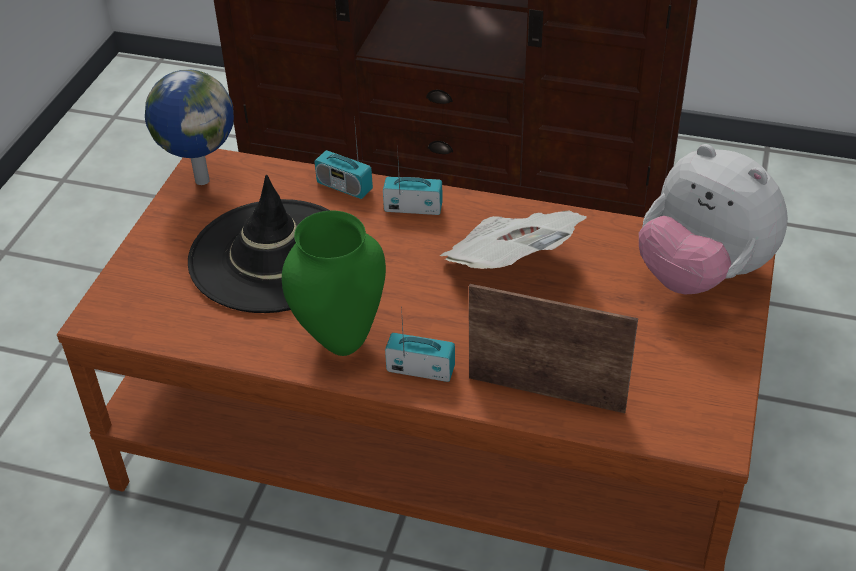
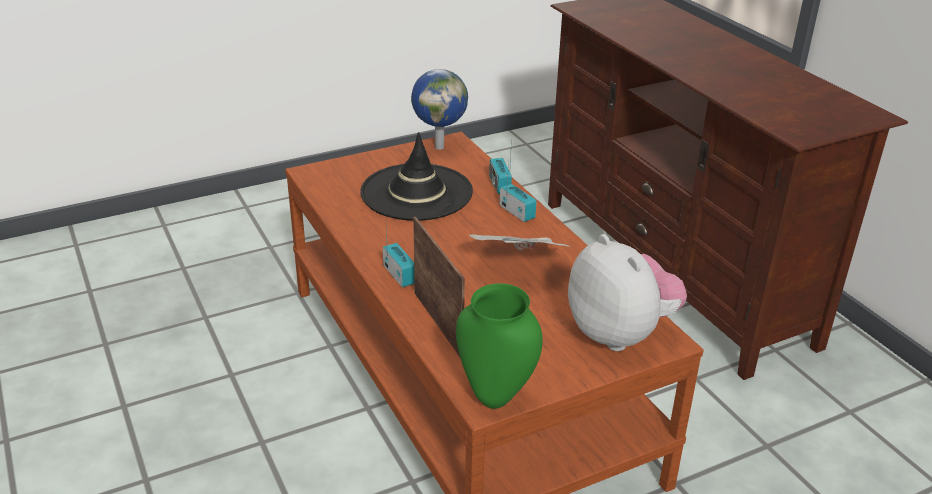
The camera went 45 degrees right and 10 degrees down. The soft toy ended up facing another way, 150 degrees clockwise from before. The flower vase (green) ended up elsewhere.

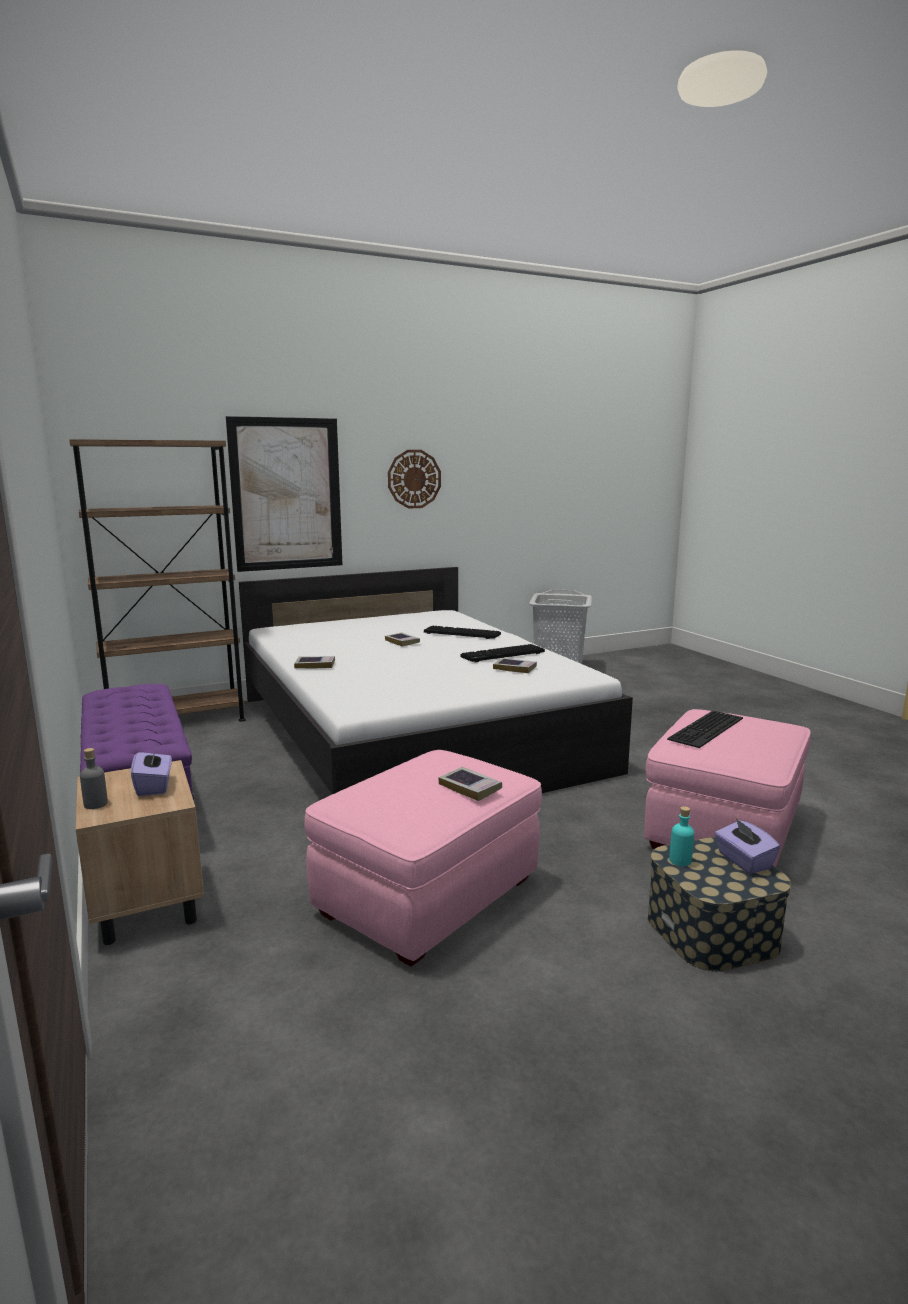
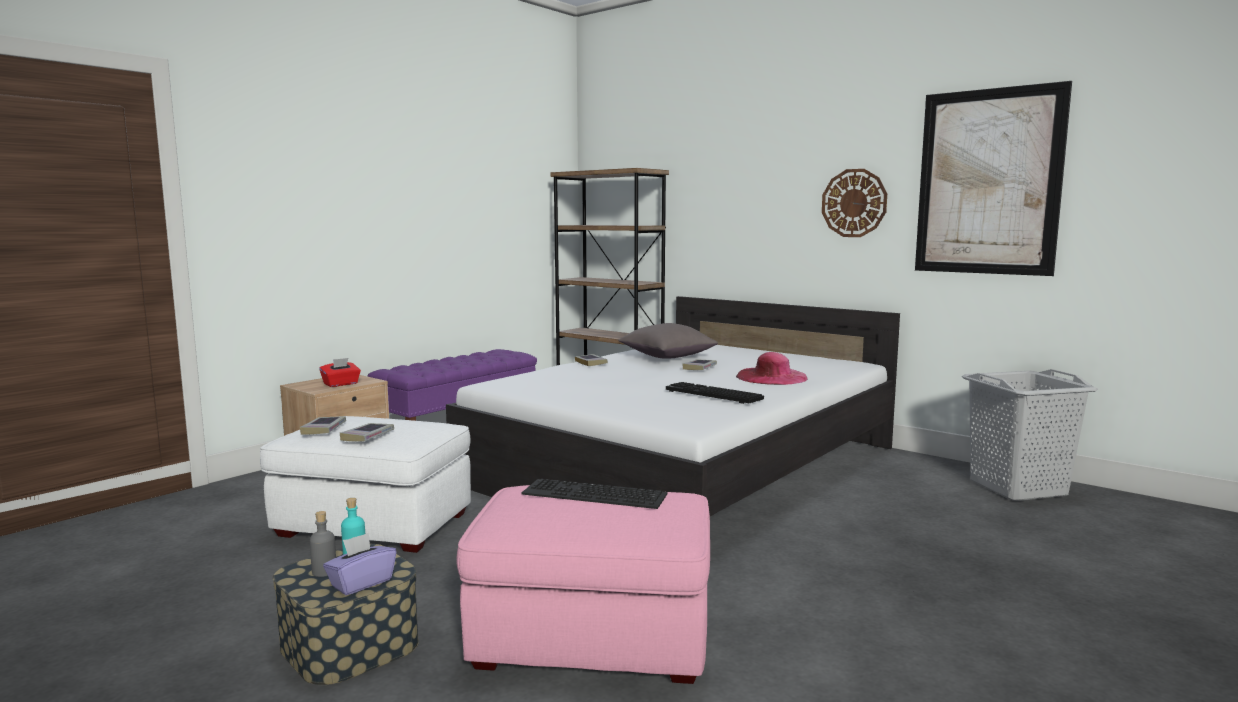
The camera went 65 degrees right and 5 degrees down. The wall picture ended up elsewhere. Where the computer keyboard (1st from left) stood, the clothing hat (pink) came to stand. The bound book (4th from left in the first image) ended up elsewhere. What was the tissue box (purple-coloured) (1st from left) turned into the tissue box (red). The beverage bottle (gray) ended up elsewhere. What was the footrest (pink) (1st from left) turned into the footrest (white-coloured). The second view gained the pillow (gray).

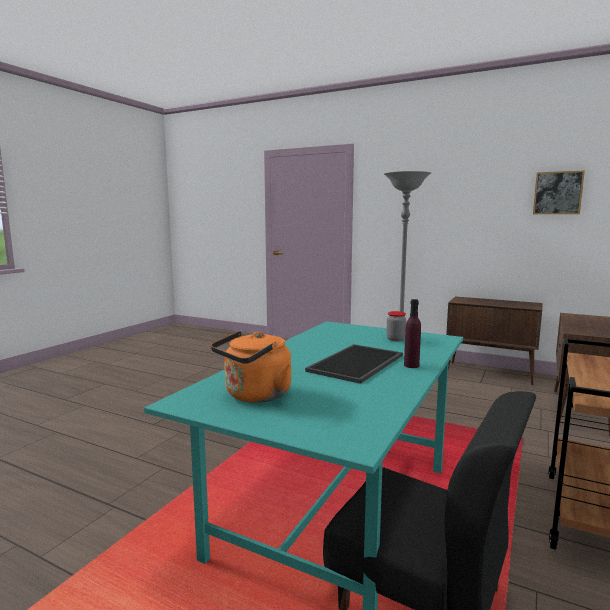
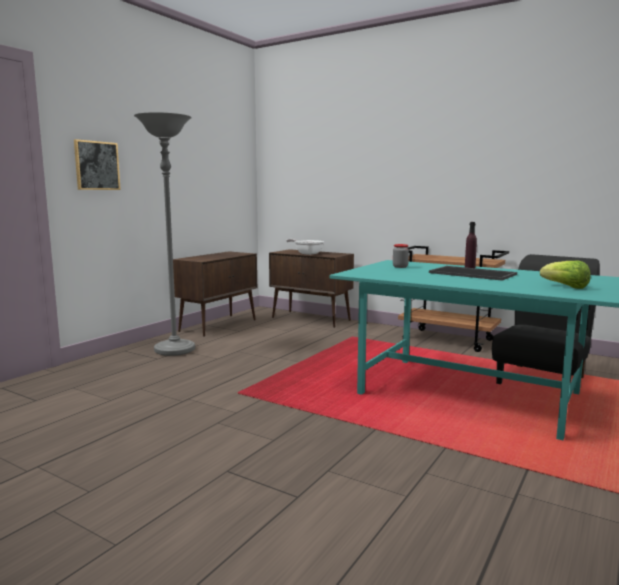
The camera went 85 degrees left and 0 degrees up. The wall picture ended up elsewhere. Where the water kettle (orangey) stood, the head of lettuce came to stand. The second view gained the pan.

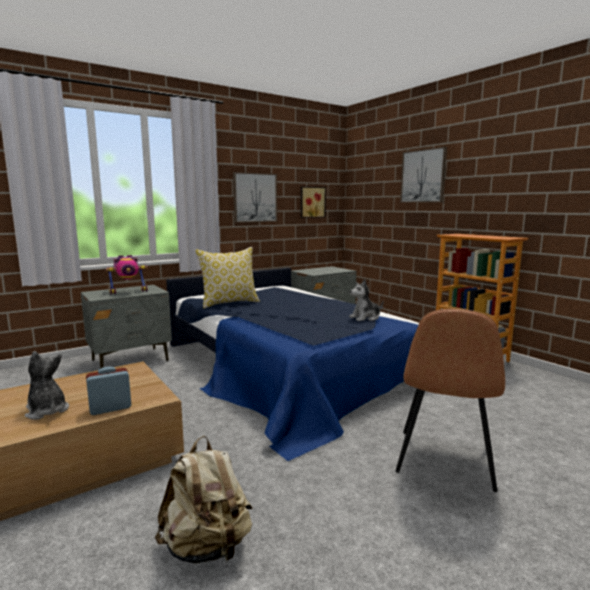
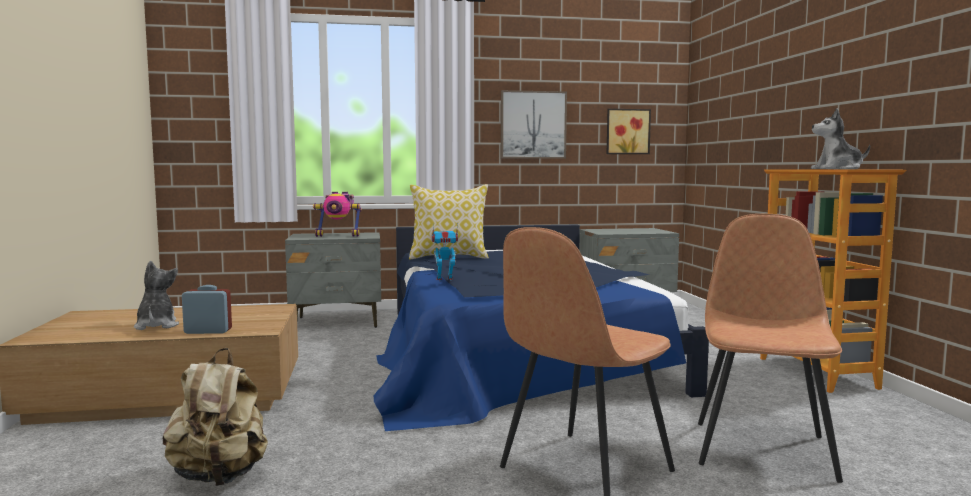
The camera went 25 degrees right and 5 degrees down. The second view lost the wall picture (3rd from left). The soft toy (2nd from left) ended up elsewhere. The second view gained the plain chair (brown-coloured) (2nd from left). The second view gained the model robot (2nd from left).

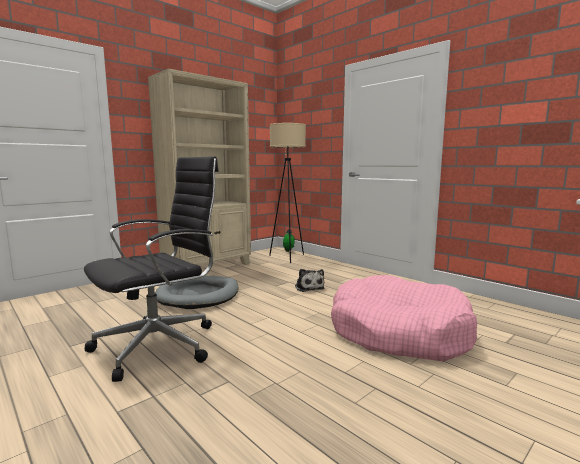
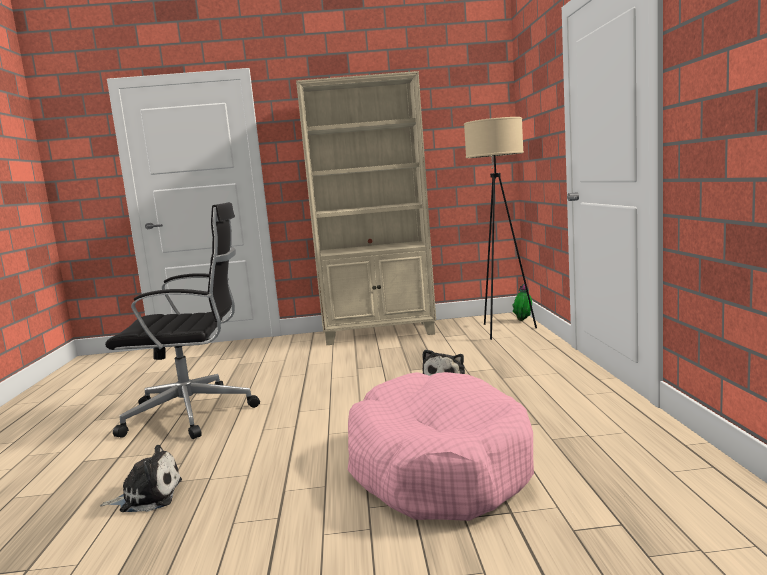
The camera went 40 degrees right and 0 degrees up. The second view lost the dog cushion (gray). The second view gained the soft toy (1st from left).

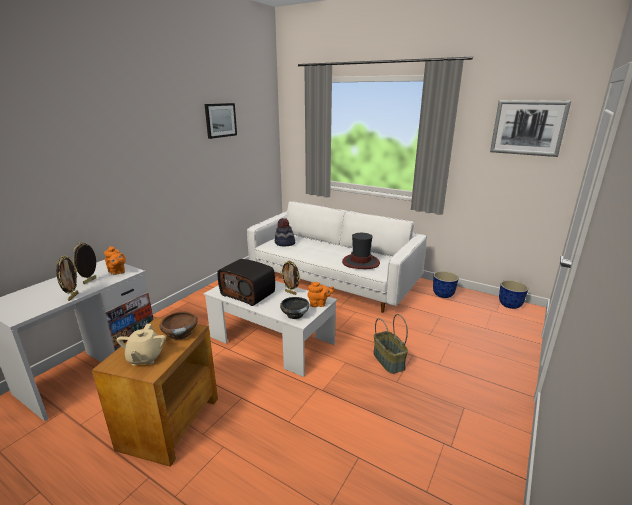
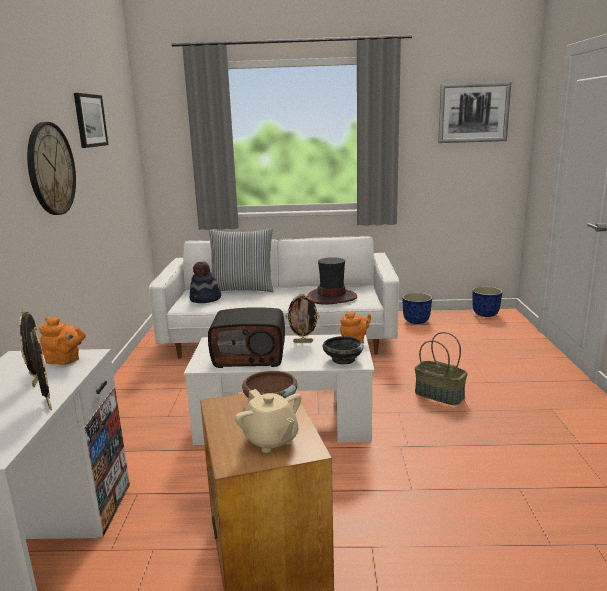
The camera went 30 degrees left and 5 degrees down. The second view gained the hanging clock. The second view gained the pillow.

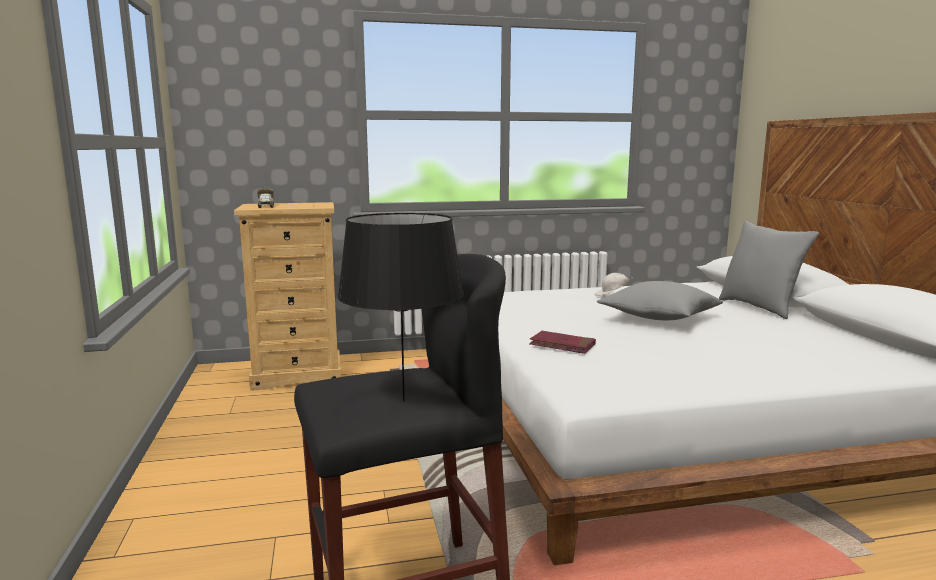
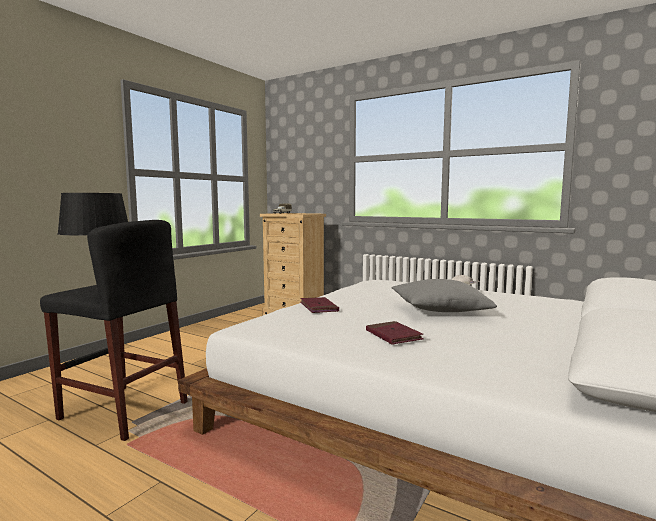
The camera went 45 degrees right and 5 degrees down. The second view lost the pillow (gray) (2nd from left). The second view gained the bound book (red) (2nd from left).

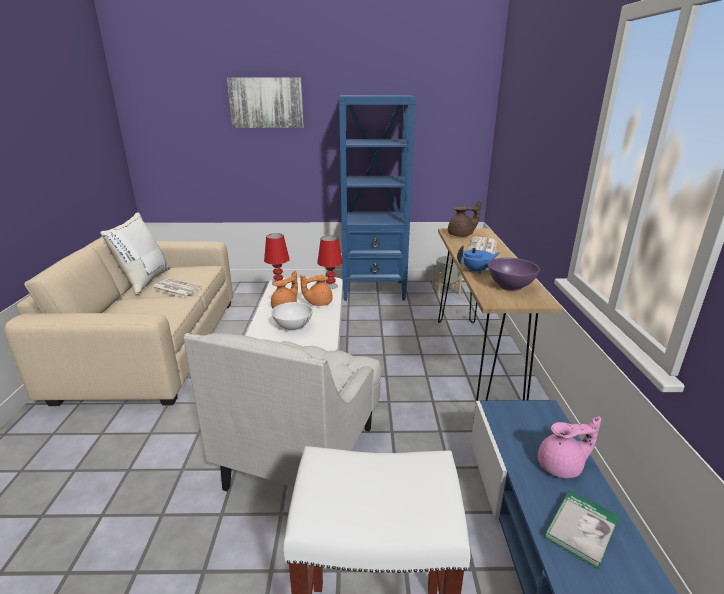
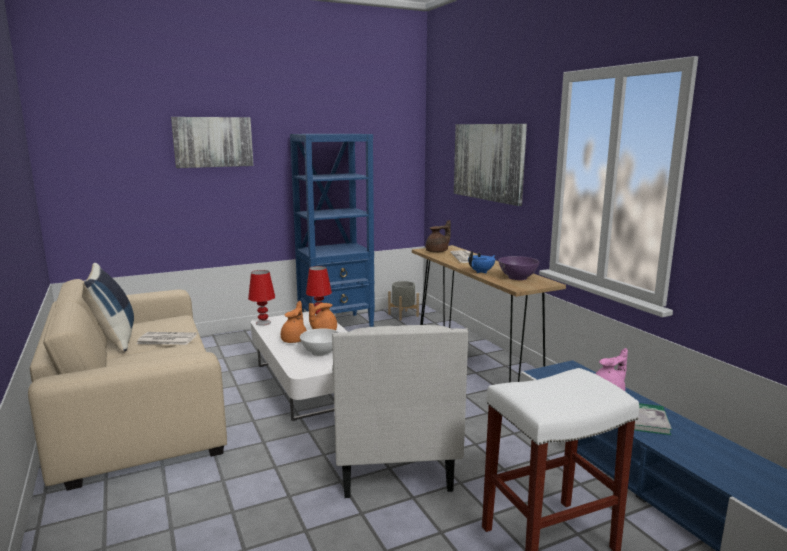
The camera went 25 degrees left and 10 degrees down. What was the pillow (white-coloured) turned into the pillow (blue). The second view gained the wall picture (2nd from left).

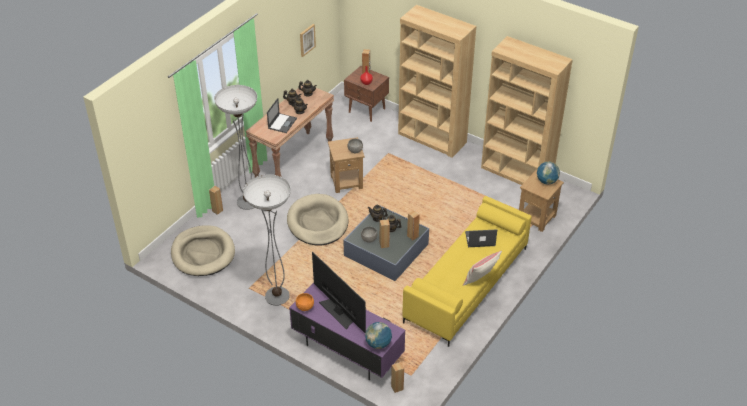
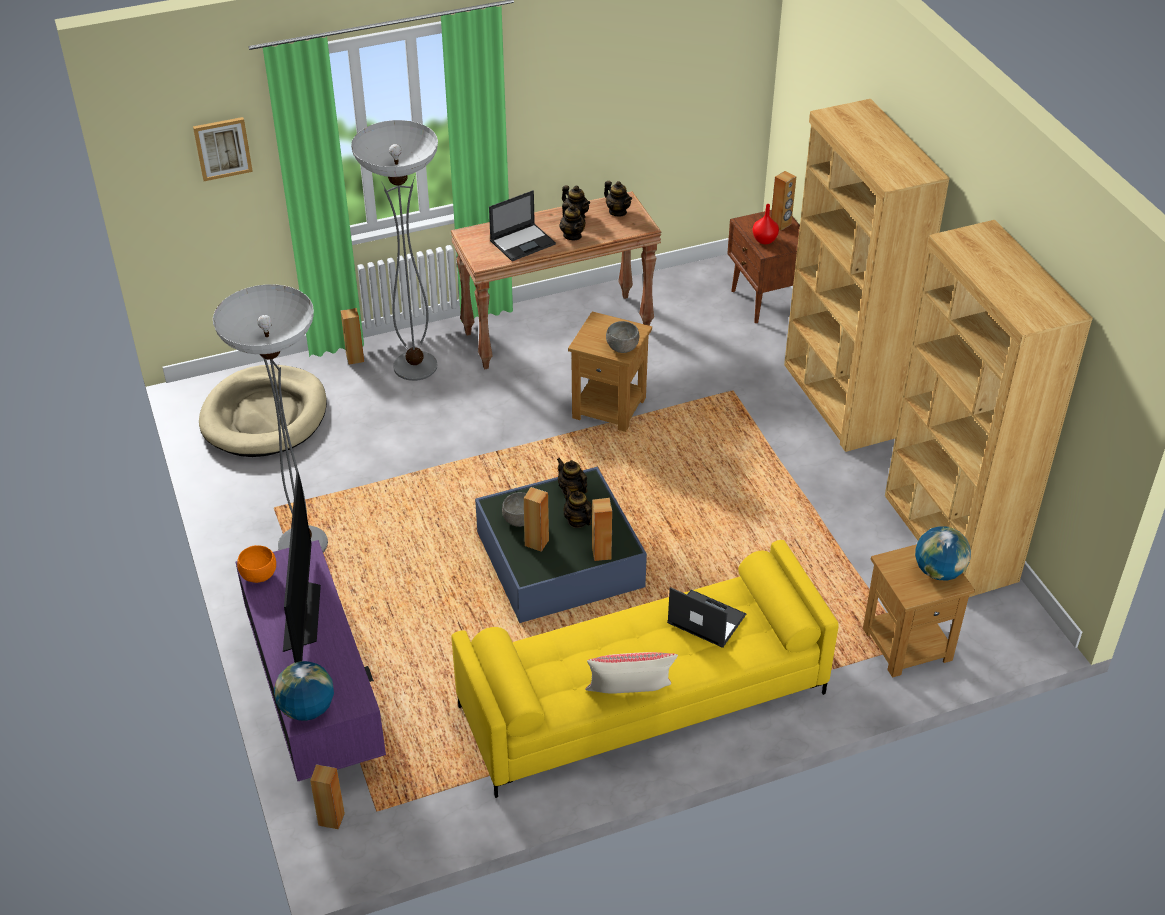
The camera went 35 degrees right and 0 degrees up. The wall picture ended up elsewhere. The second view lost the dog cushion (beige-coloured) (2nd from left).

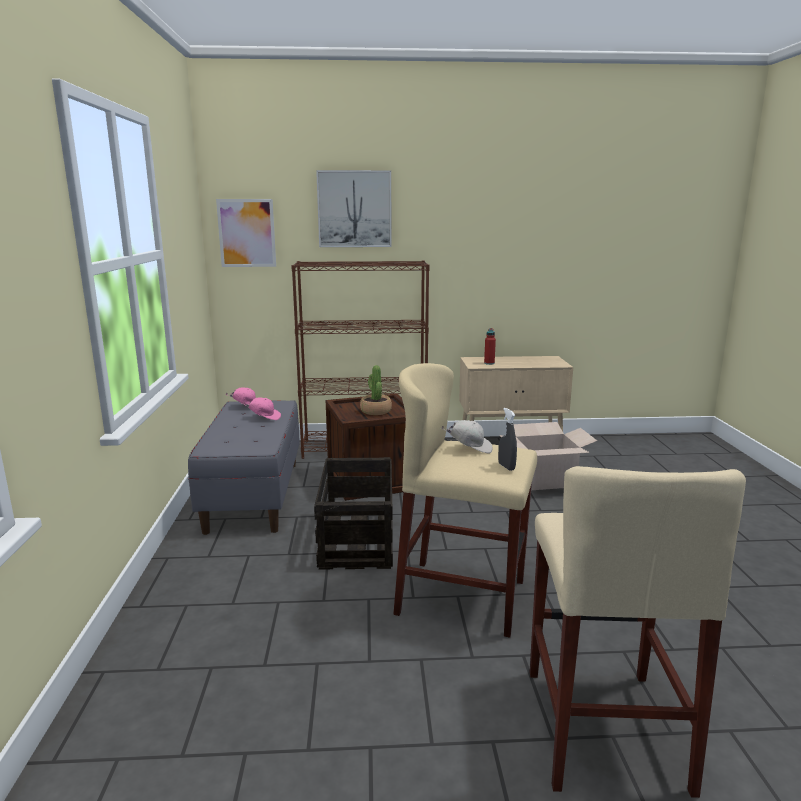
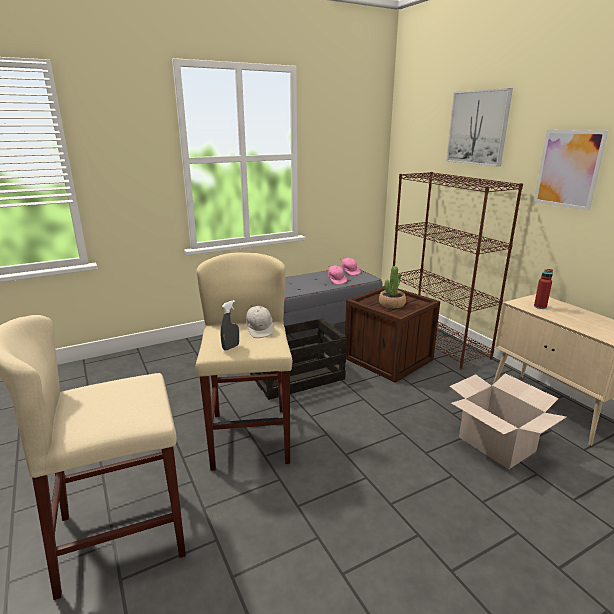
The camera went 65 degrees right and 5 degrees up. The wall picture (1st from left in the first image) ended up elsewhere.

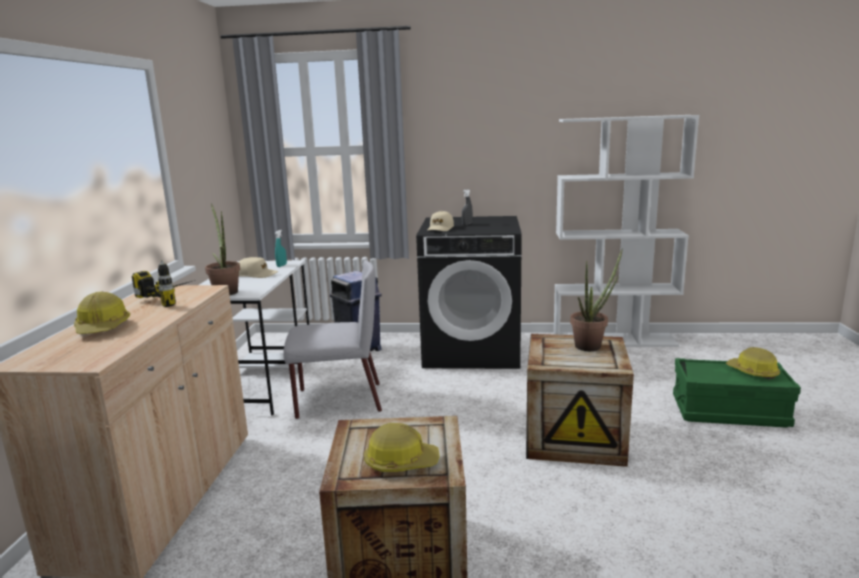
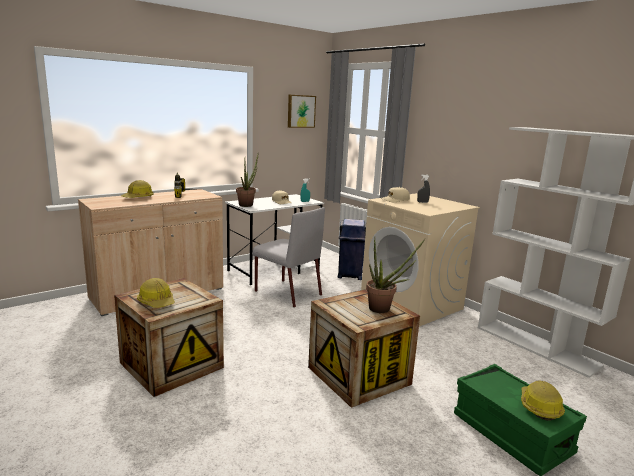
The camera went 45 degrees right and 0 degrees up. What was the laundry machine (black-coloured) turned into the laundry machine (beige-coloured). The second view gained the wall picture.

